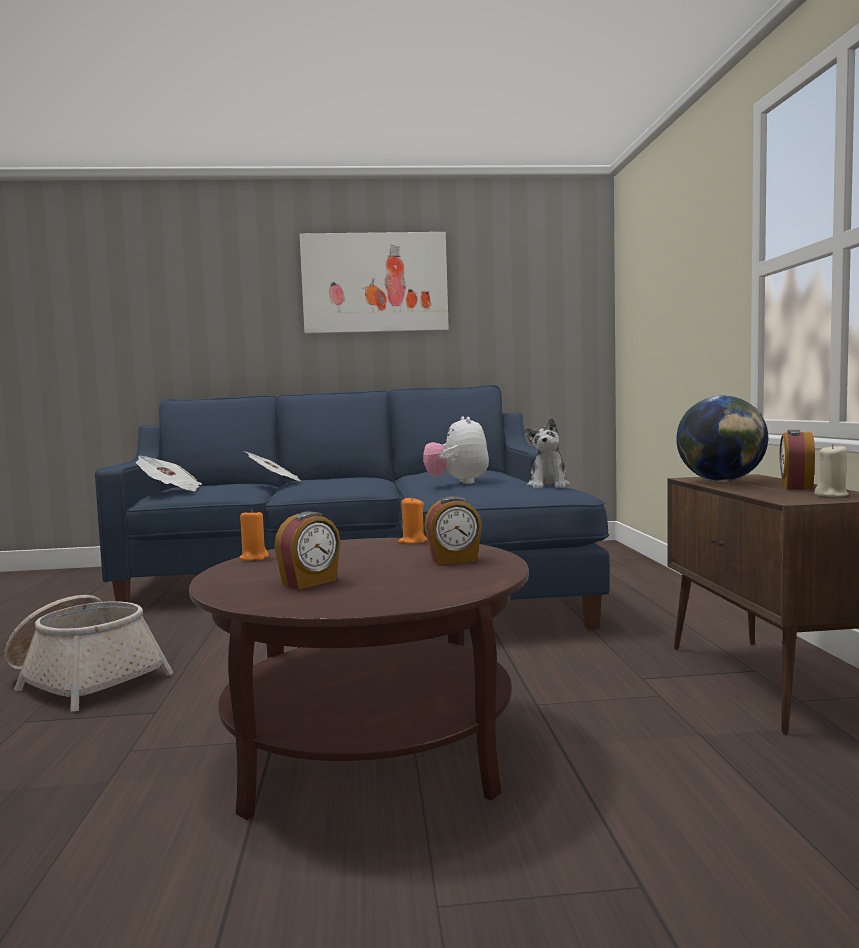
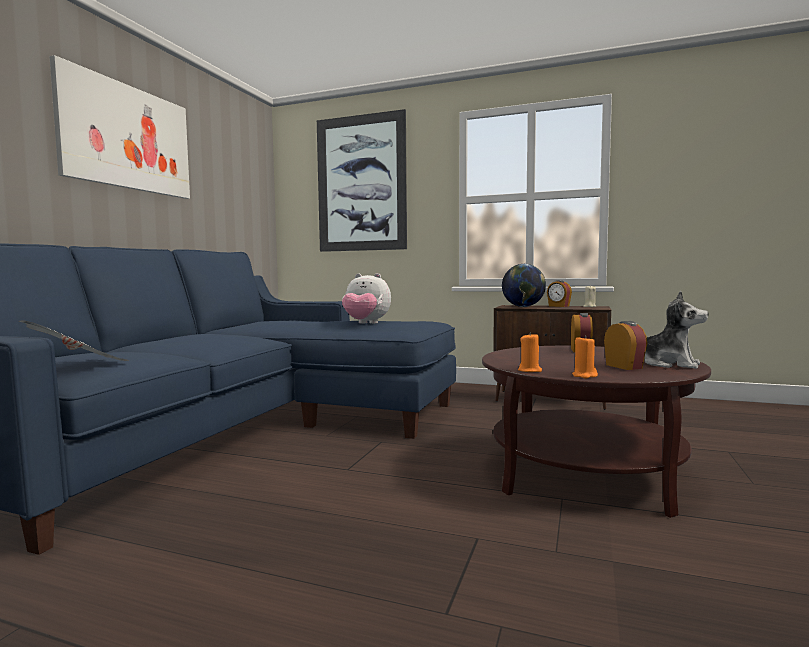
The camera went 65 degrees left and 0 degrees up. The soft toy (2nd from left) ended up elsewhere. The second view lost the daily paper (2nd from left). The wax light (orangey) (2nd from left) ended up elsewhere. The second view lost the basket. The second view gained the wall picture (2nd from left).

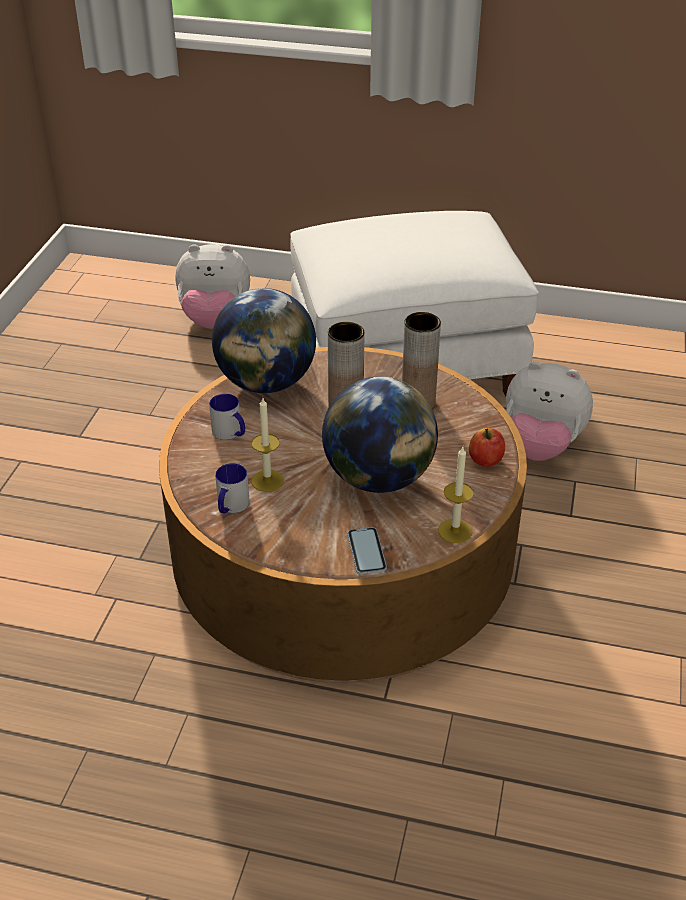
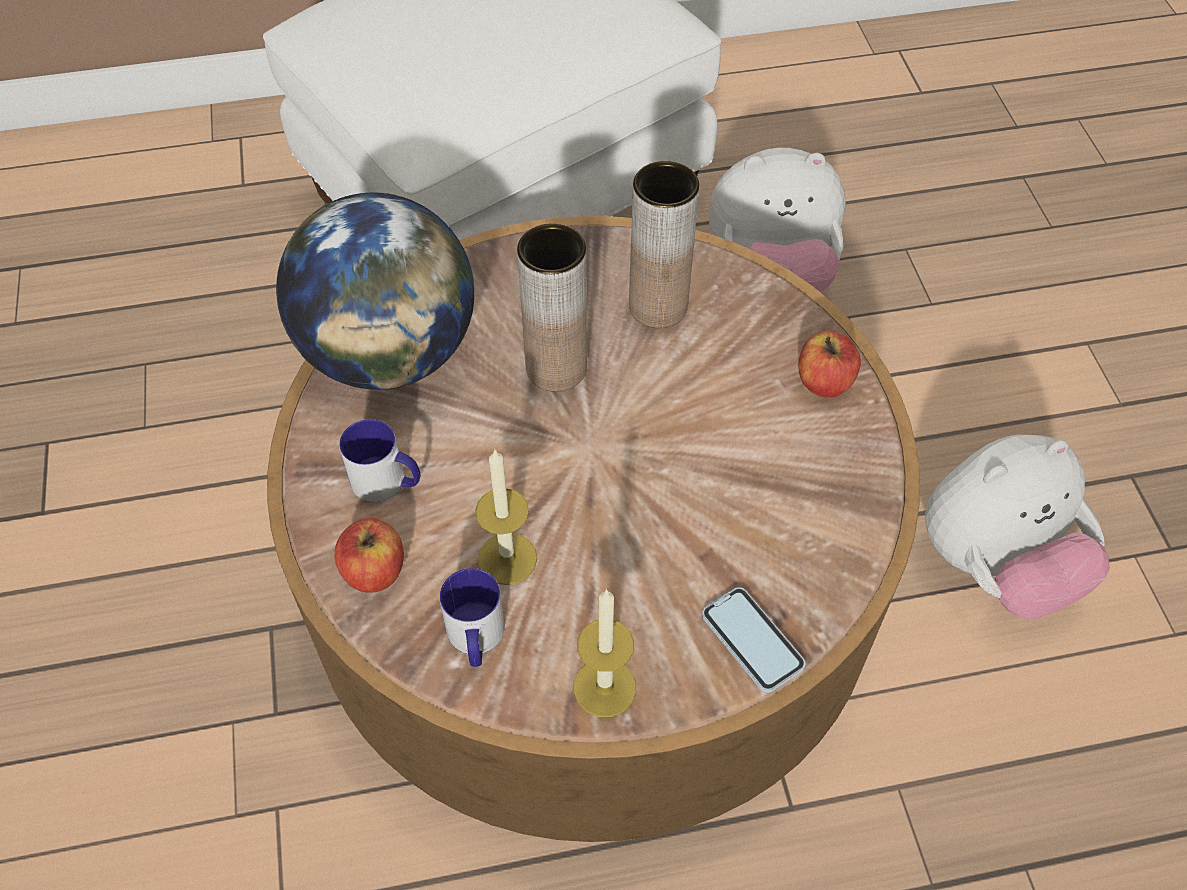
The camera went 25 degrees left and 15 degrees up. The soft toy (1st from left in the first image) ended up elsewhere. The second view lost the globe (2nd from left). The wax light (2nd from left) ended up elsewhere. The second view gained the apple fruit (1st from left).

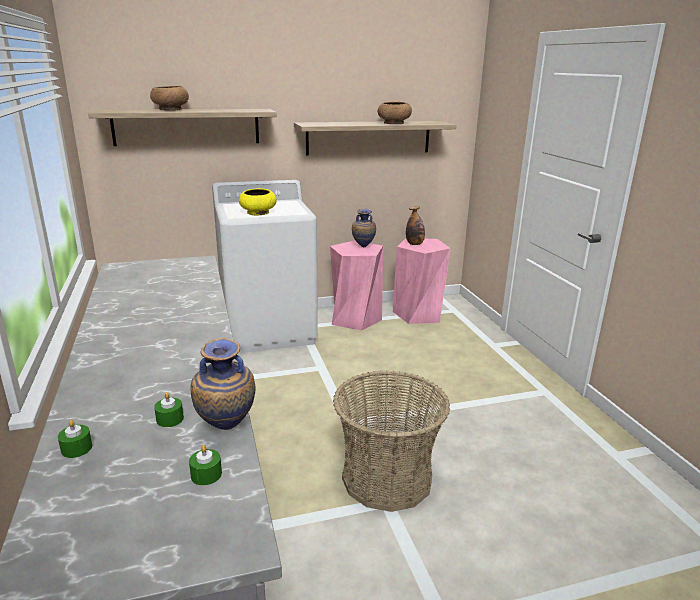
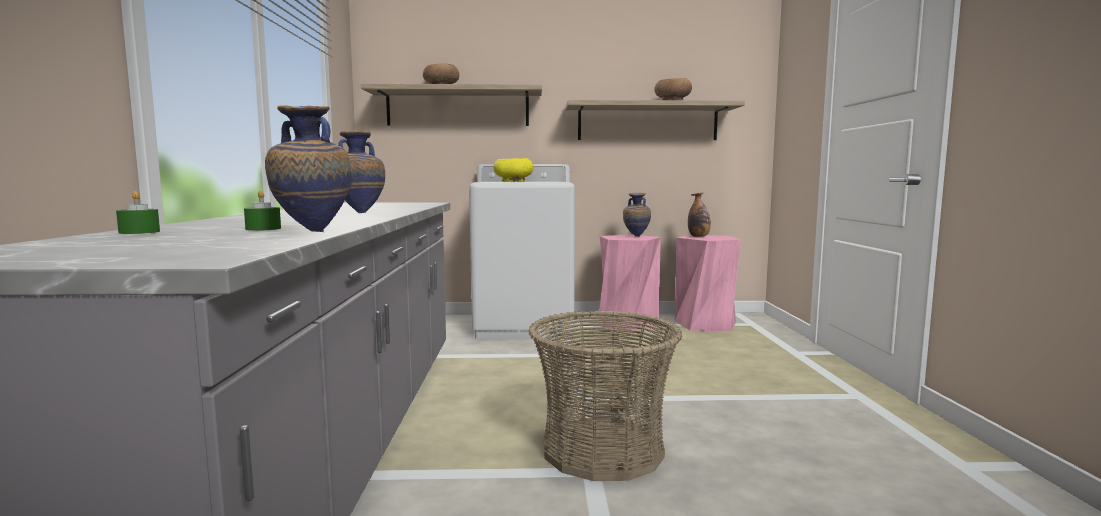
The camera went 15 degrees right and 15 degrees down. The second view lost the wax light (green) (3rd from left). The second view gained the flower vase (2nd from left).

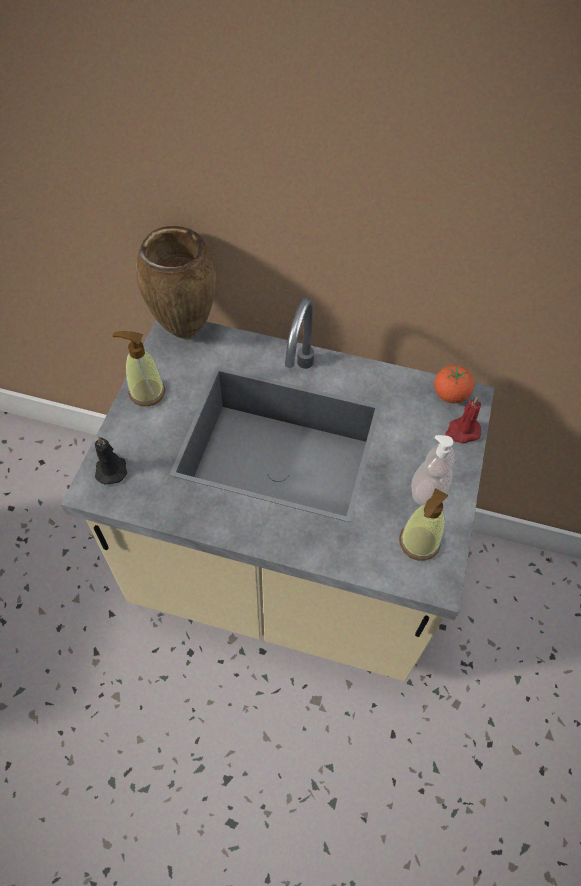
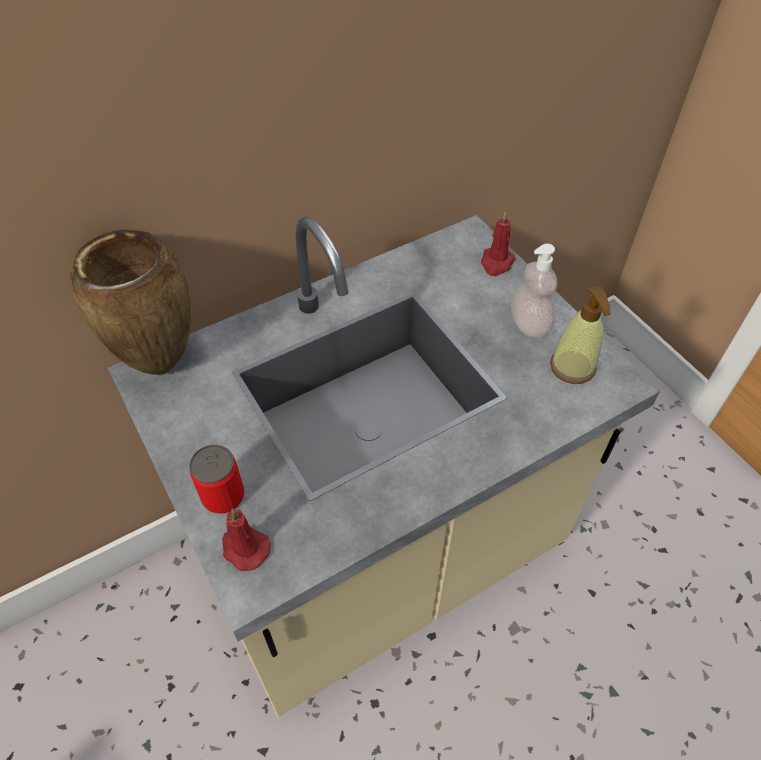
The camera went 45 degrees left and 5 degrees down. The second view lost the soap bottle (1st from left). The second view lost the whole tomato. What was the wax light (black-coloured) turned into the wax light (red) (1st from left). The second view gained the can.

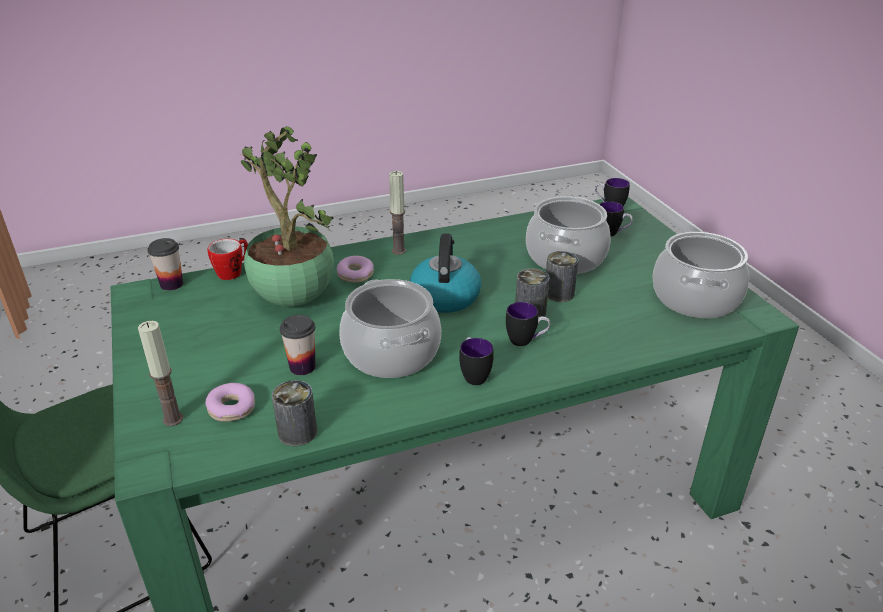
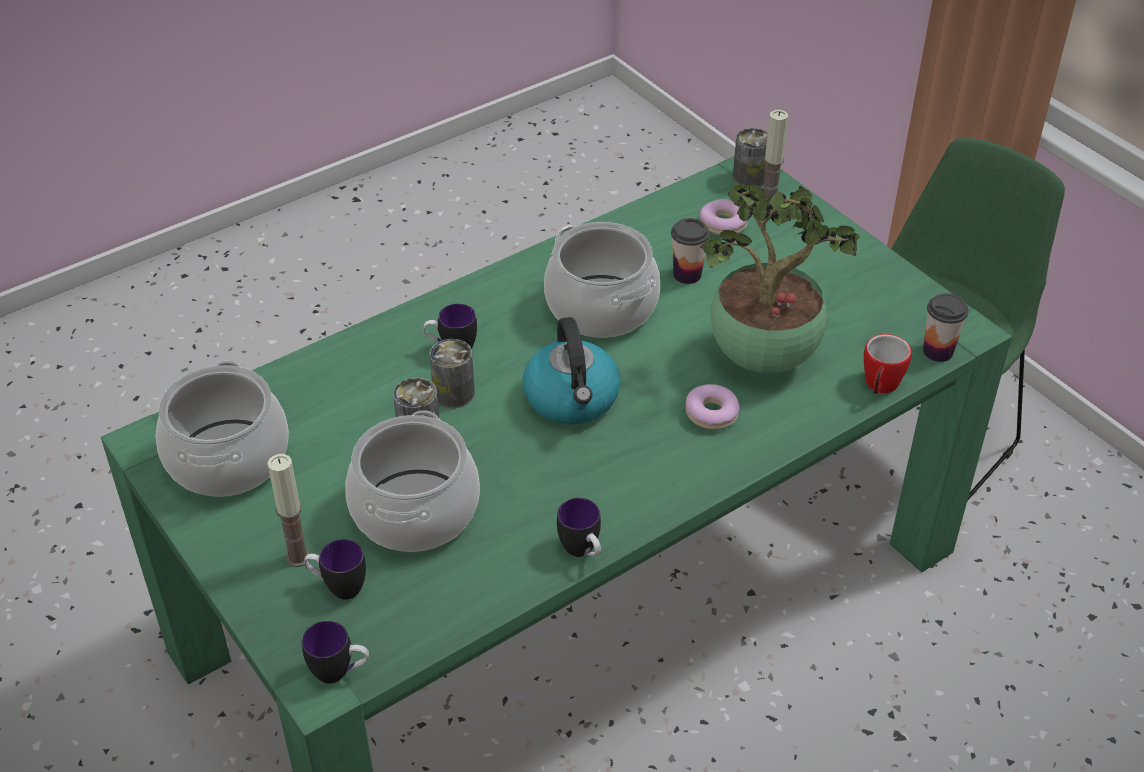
The camera went 165 degrees right and 10 degrees up. The wax light (2nd from left in the first image) ended up elsewhere. The tea mug (2nd from left in the first image) ended up elsewhere. The can (1st from left in the first image) ended up elsewhere.

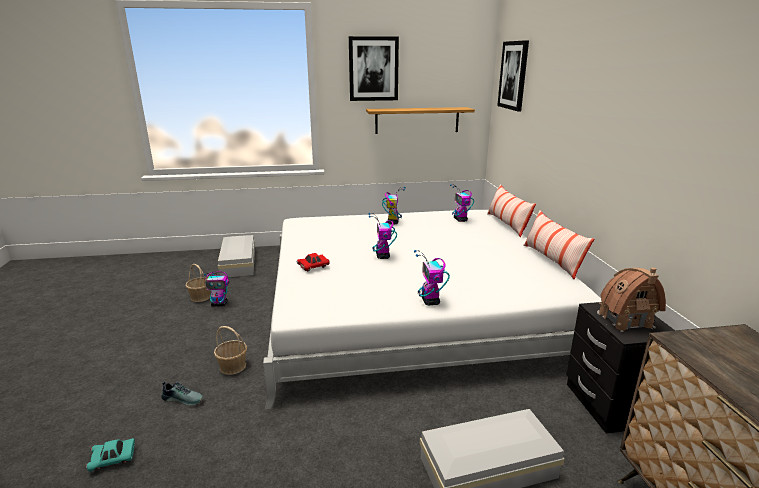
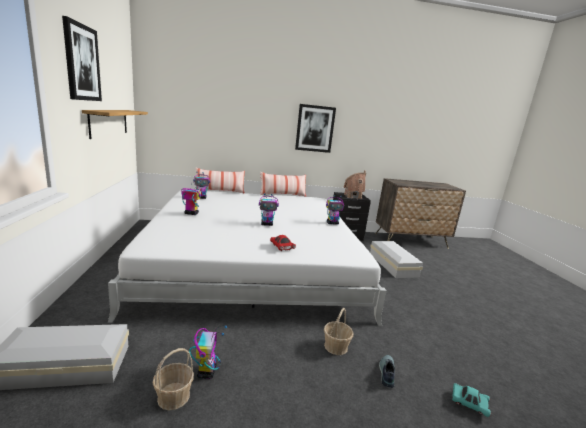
The camera went 90 degrees left and 5 degrees down. The wall picture (2nd from left) ended up elsewhere. The toy car (turquoise) ended up facing another way, 45 degrees counterclockwise from before.

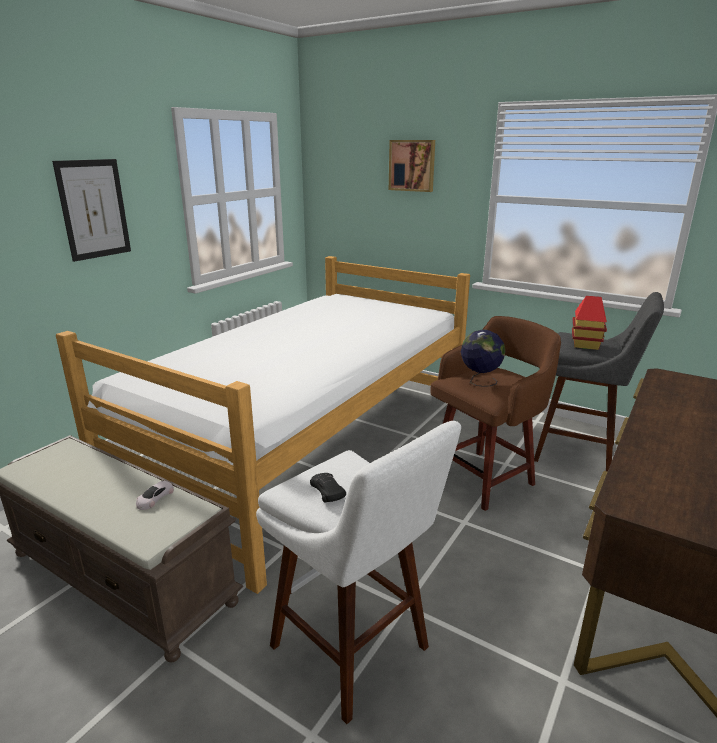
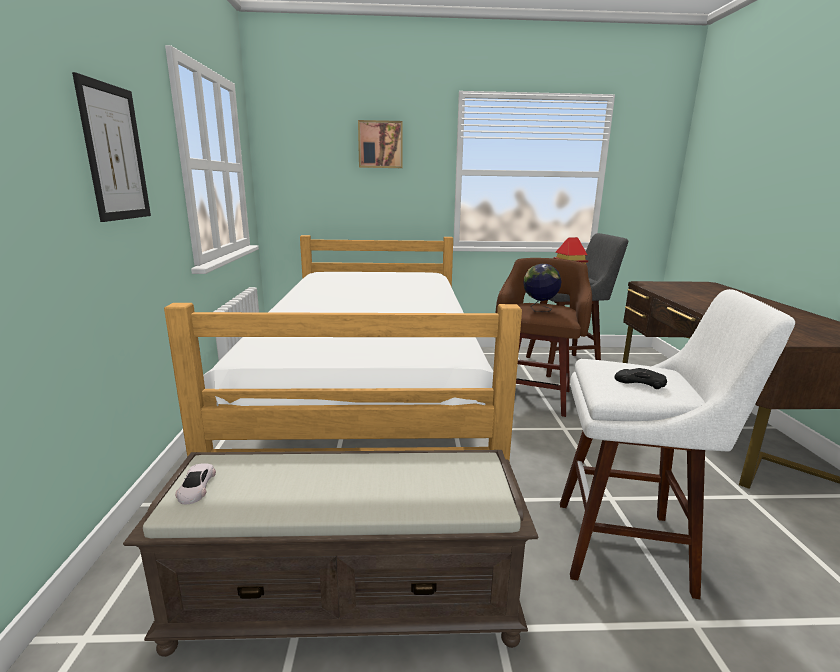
The camera went 35 degrees left and 5 degrees down. The toy car (white-coloured) ended up elsewhere.

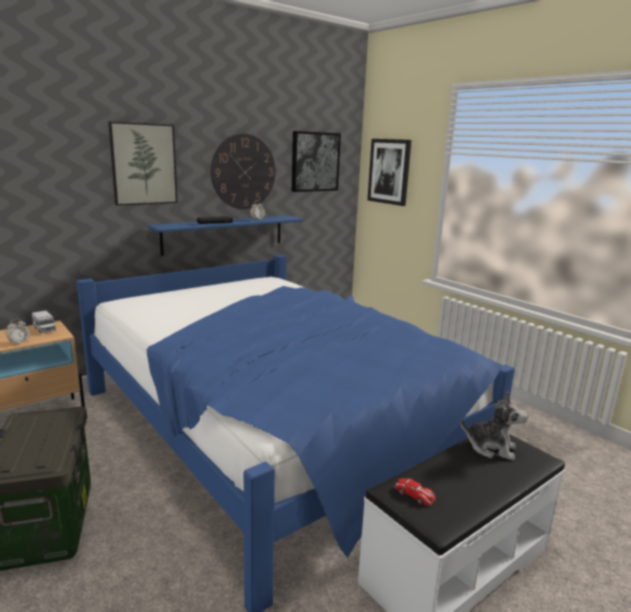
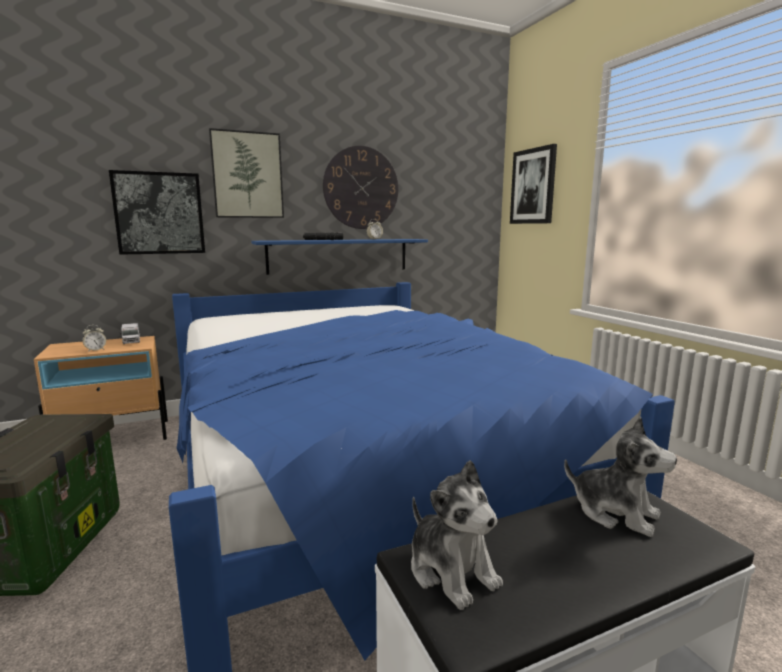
The camera went 15 degrees right and 5 degrees down. The wall picture (2nd from left in the first image) ended up elsewhere. Where the toy car stood, the soft toy (1st from left) came to stand.

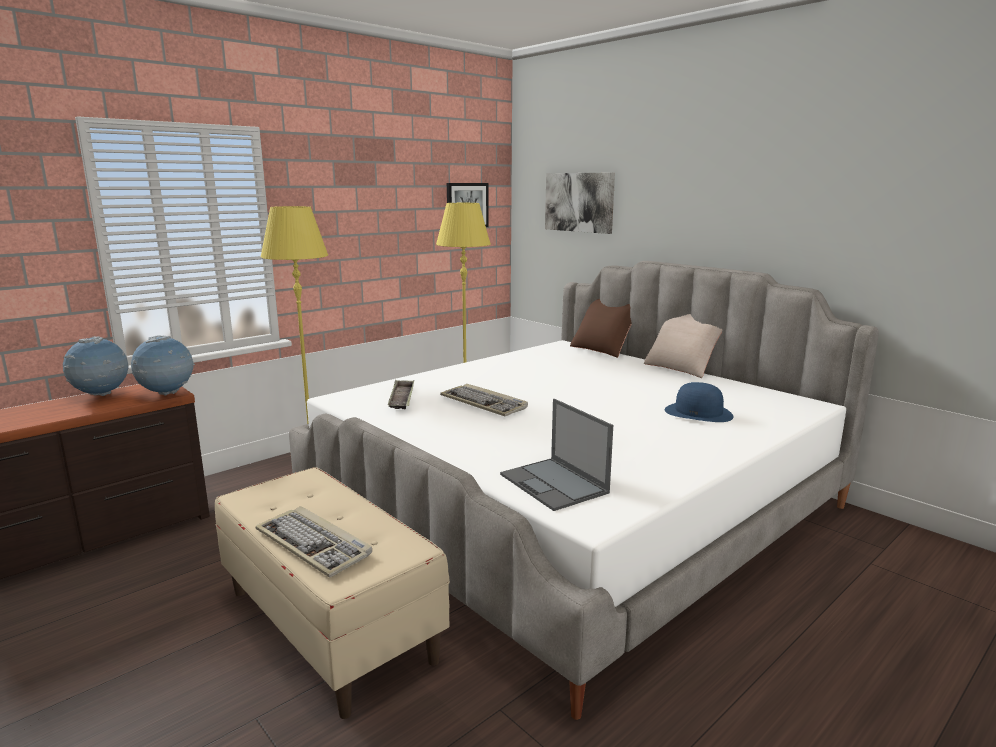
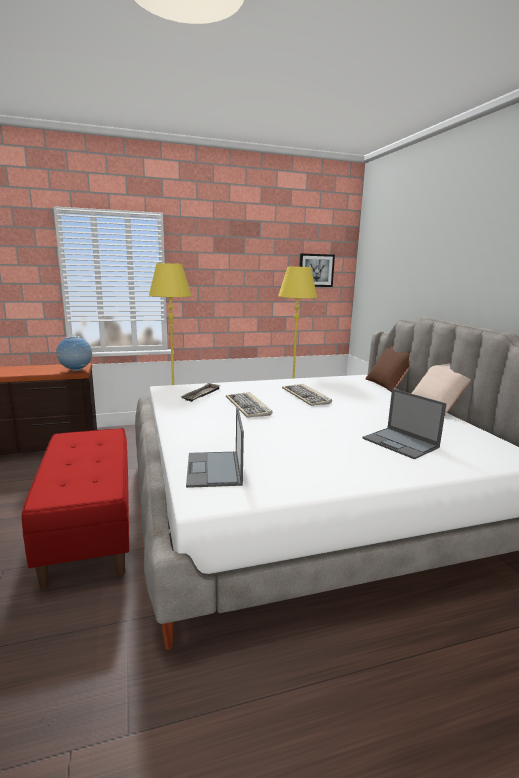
The camera went 25 degrees right and 0 degrees up. The second view lost the wall picture (2nd from left). The second view lost the globe (1st from left). Where the clothing hat (blue) stood, the portable computer (2nd from left) came to stand. What was the indoor bench (beige-coloured) turned into the indoor bench (red). The computer keyboard (1st from left in the first image) ended up elsewhere.

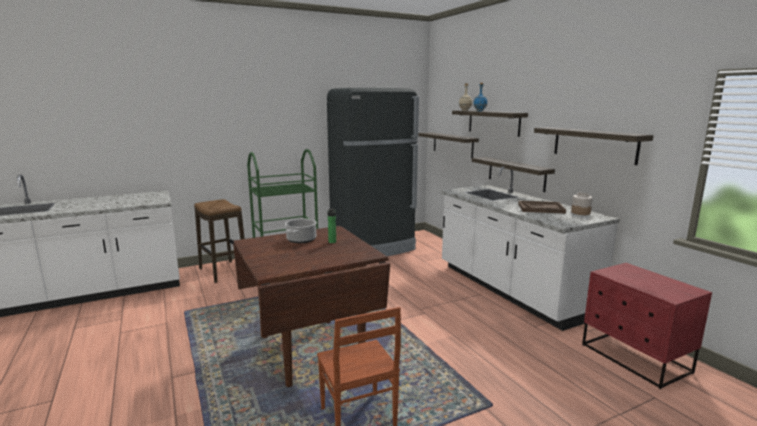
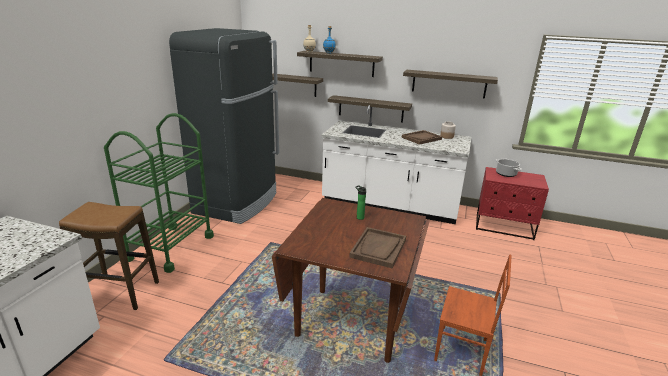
The camera went 45 degrees left and 10 degrees up. The stockpot ended up elsewhere. The second view gained the carrying tray (brown-coloured) (1st from left).

